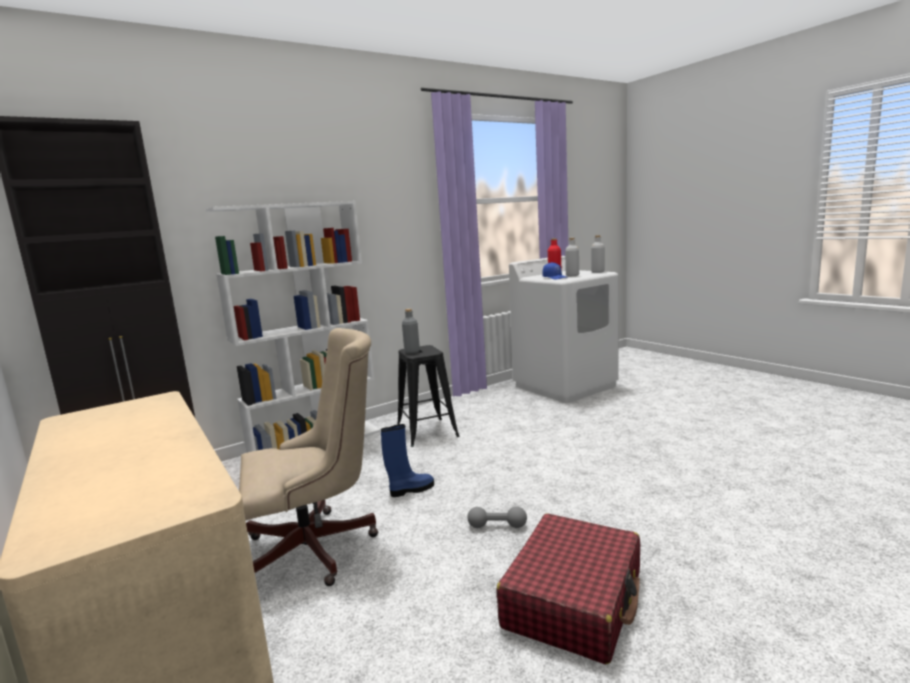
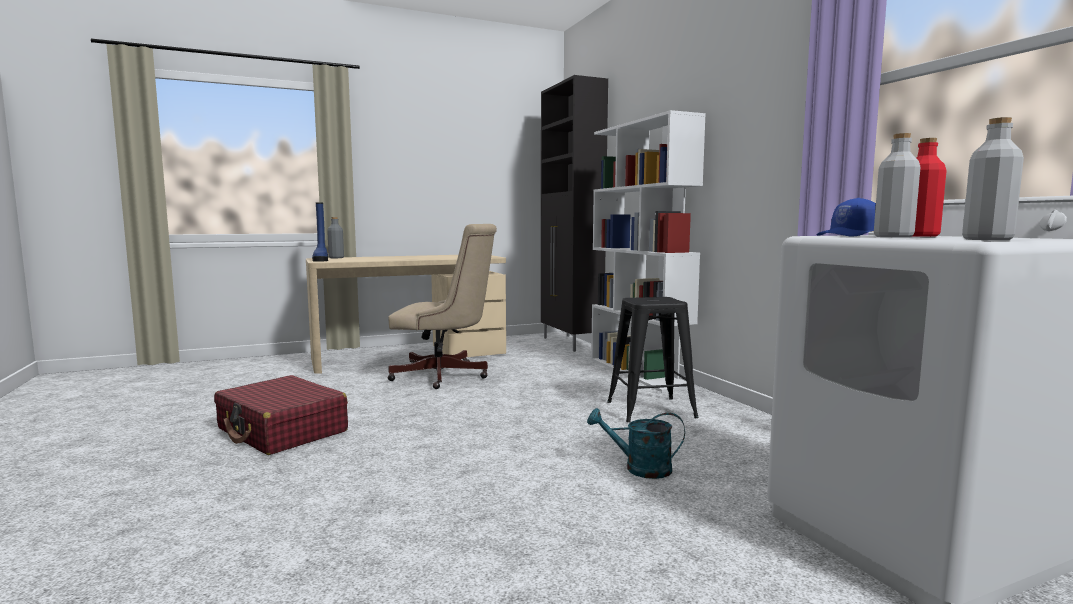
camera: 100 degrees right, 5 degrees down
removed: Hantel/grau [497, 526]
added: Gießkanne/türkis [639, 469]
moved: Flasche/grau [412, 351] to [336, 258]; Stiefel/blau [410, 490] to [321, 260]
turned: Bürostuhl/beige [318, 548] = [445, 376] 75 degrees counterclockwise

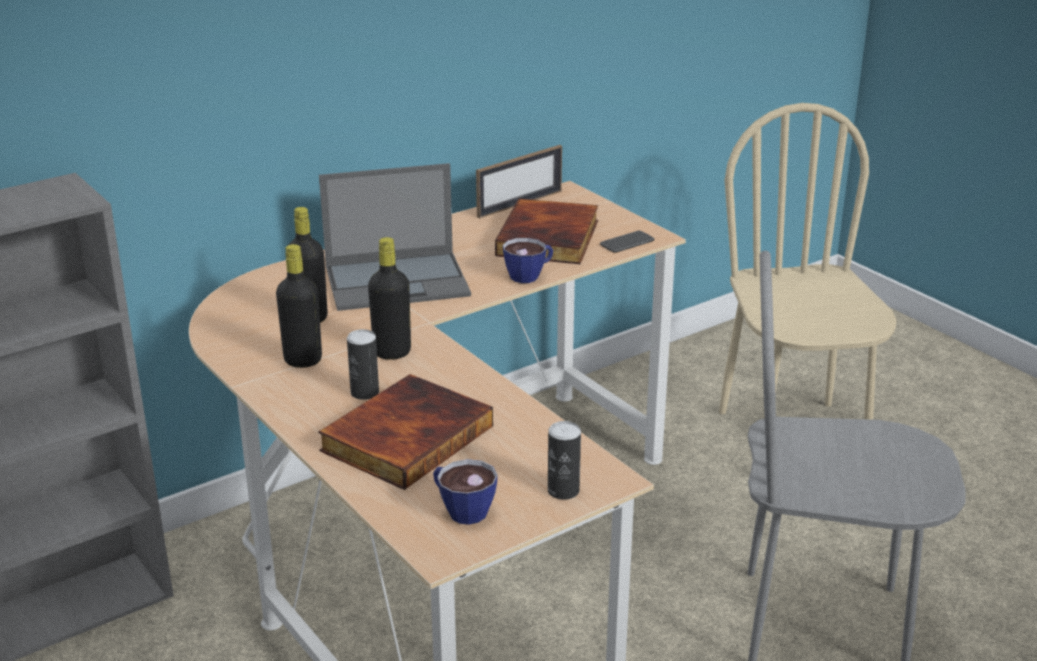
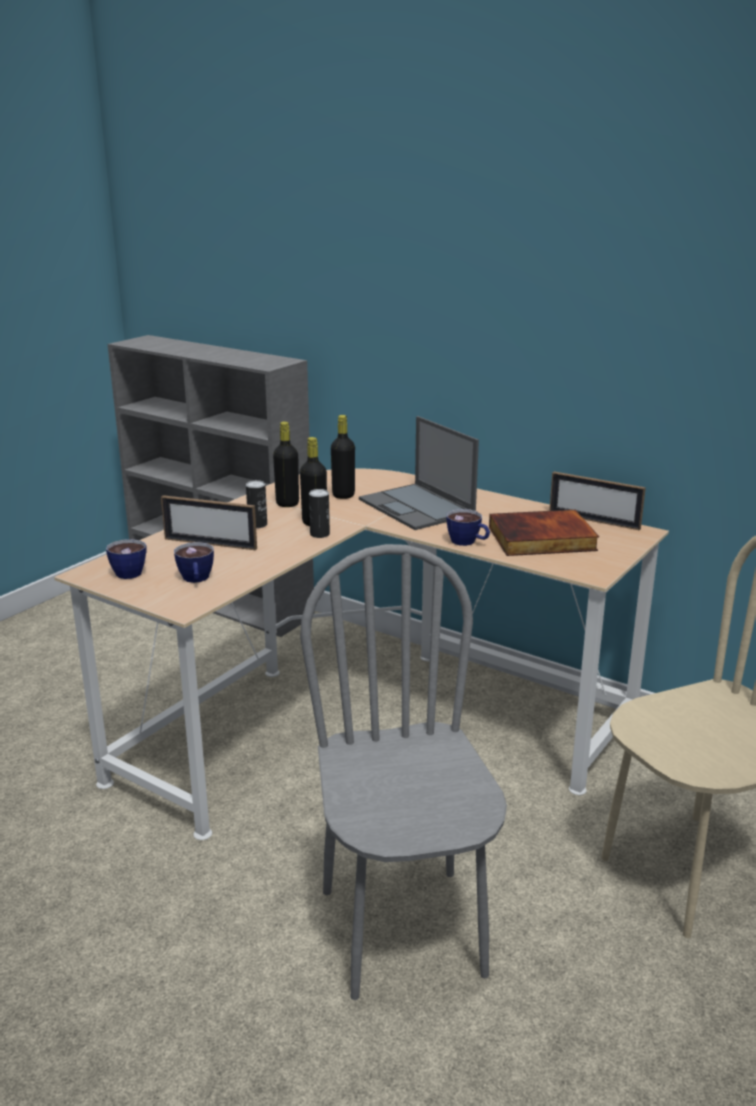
camera: 70 degrees right, 5 degrees down
removed: Handy [627, 243]
added: Tasse [196, 580]
moved: Dose [563, 491] to [319, 534]
replaced: Buch [406, 436] to Bilderrahmen [210, 544]

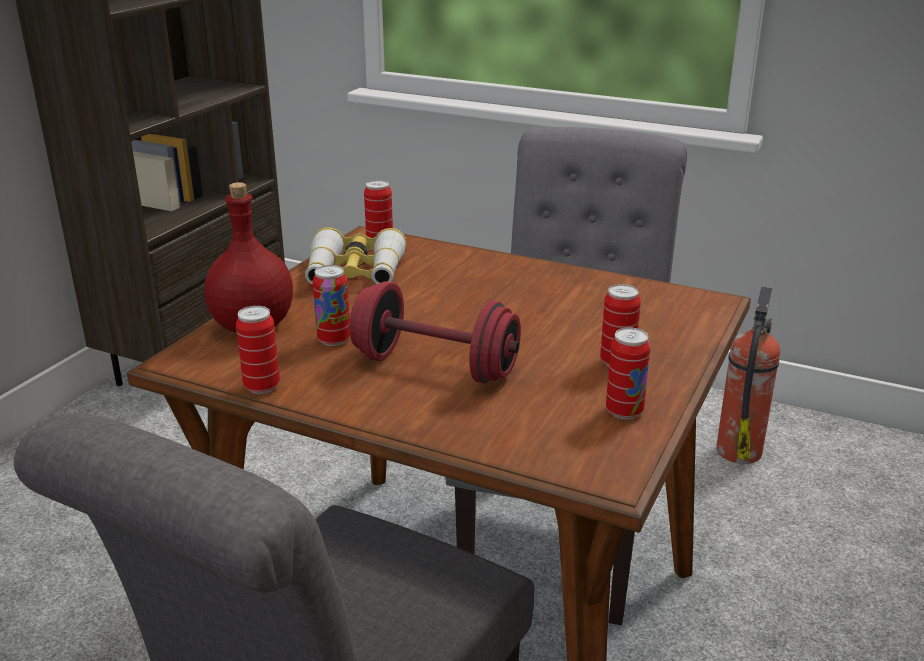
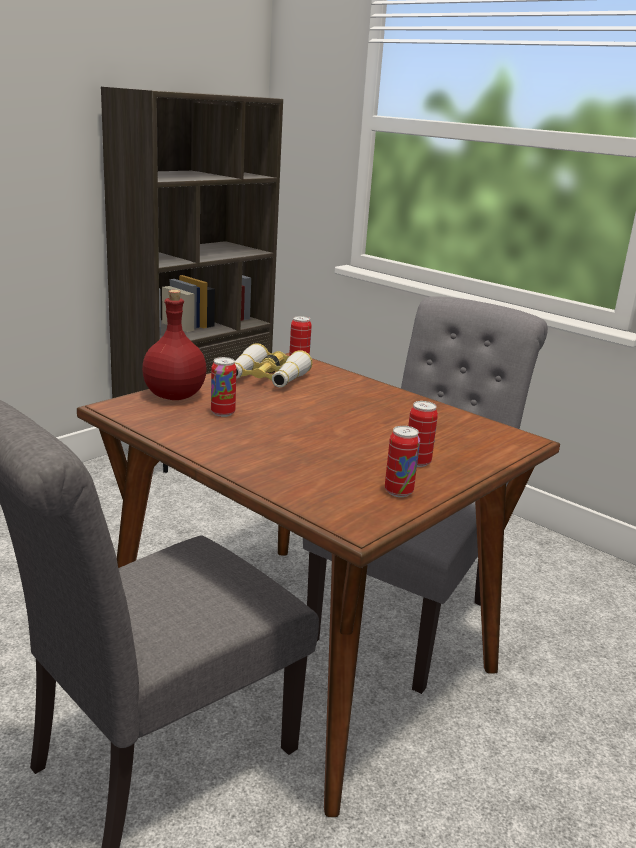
camera: 15 degrees right, 5 degrees down
removed: Hantel/rot [435, 366]; Feuerlöscher [739, 449]; Dose [262, 386]

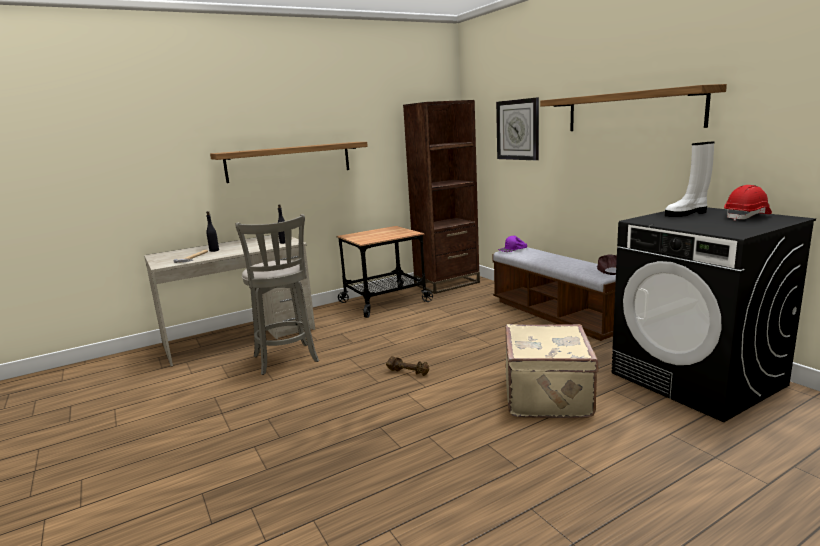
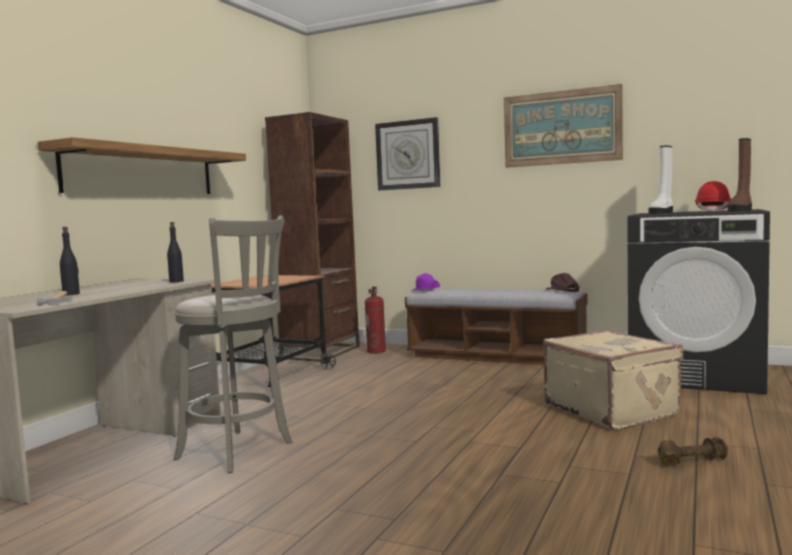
camera: 35 degrees left, 10 degrees down
added: Stiefel/braun [740, 210]; Feuerlöscher [376, 351]
moved: Hantel/braun [408, 372] to [692, 461]
replaced: Wandregal [631, 111] to Bild [561, 127]

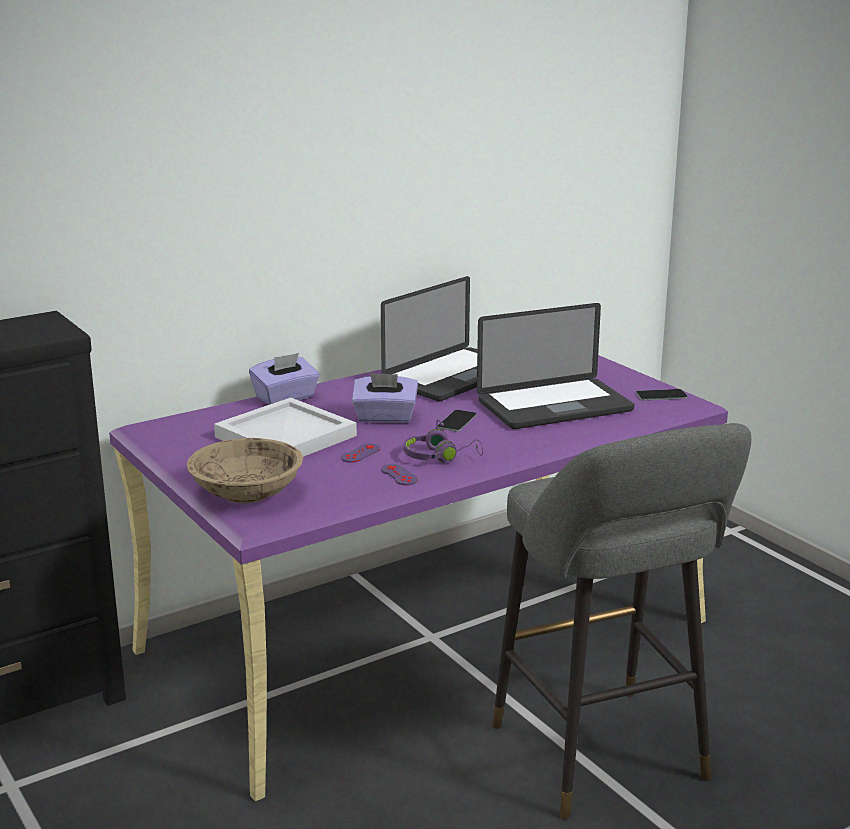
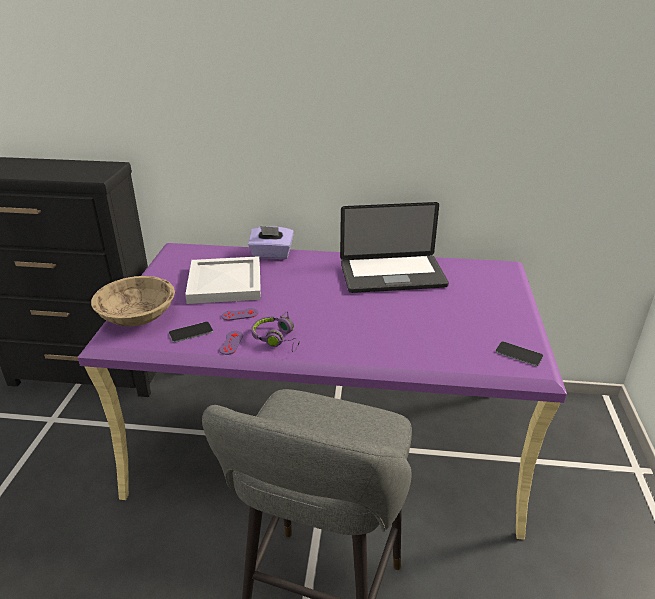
camera: 40 degrees right, 10 degrees up
removed: Laptop [554, 406]; Taschentuchbox/lila [385, 417]
moved: Handy [457, 421] to [191, 332]

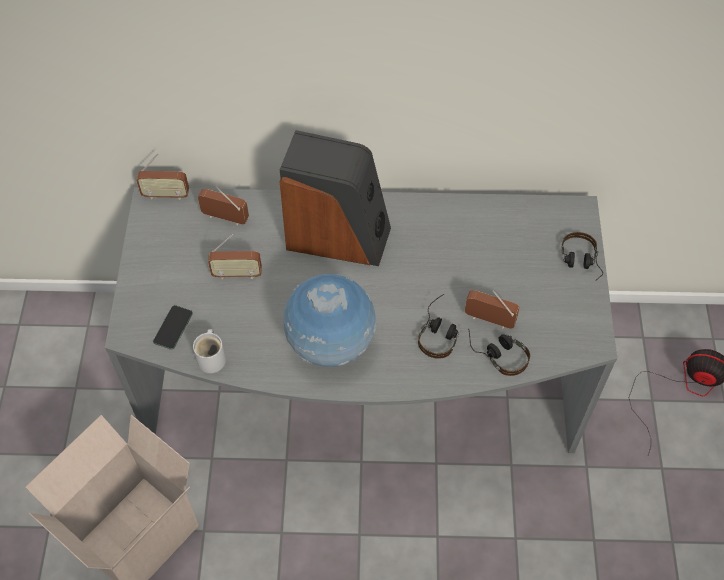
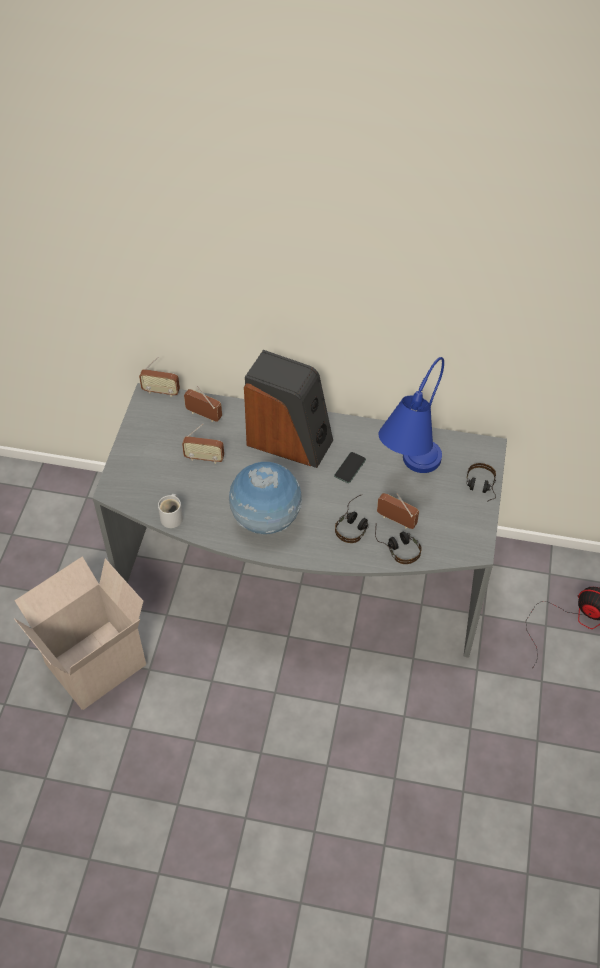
camera: 10 degrees right, 5 degrees down
added: Tischlampe/blau [408, 475]
moved: Handy [173, 327] to [350, 468]

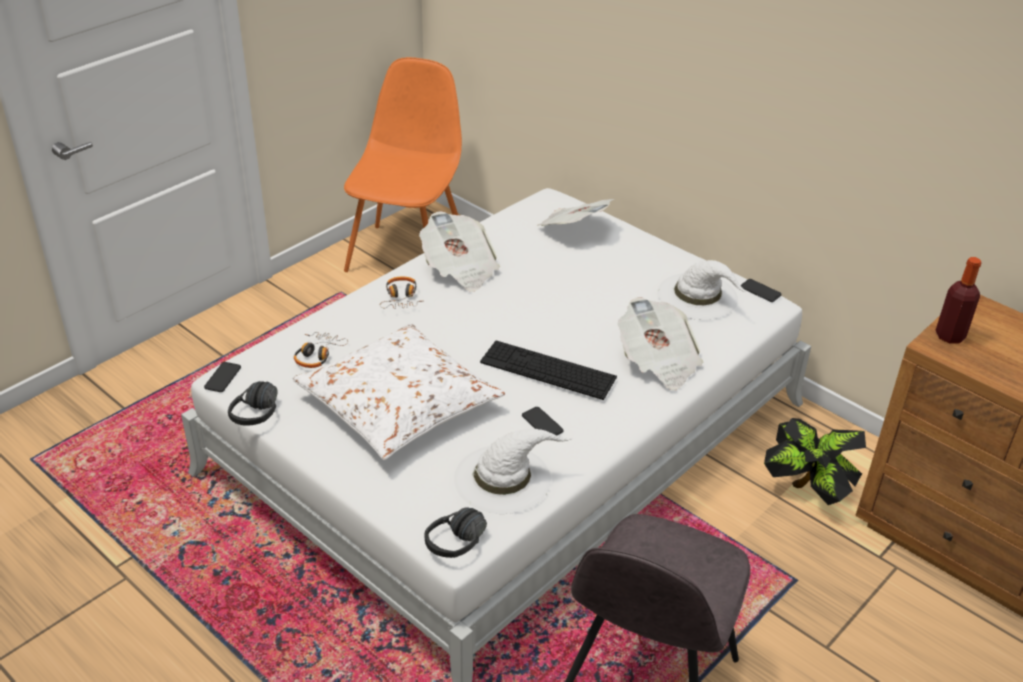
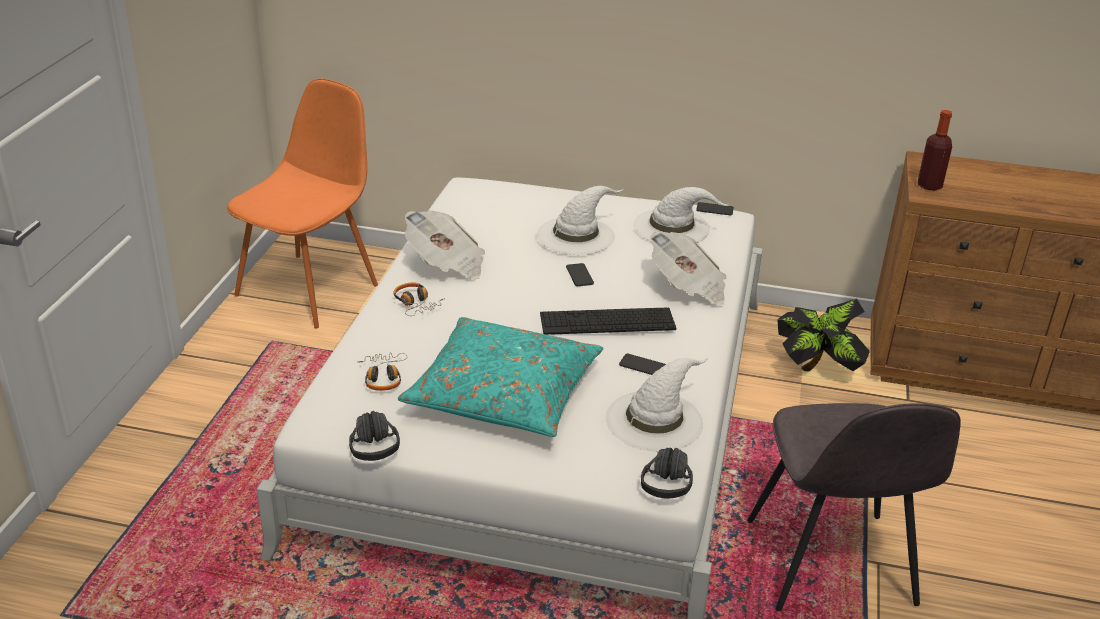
camera: 30 degrees left, 5 degrees down
removed: Zeitung [573, 229]
added: Hut/weiß [576, 235]
moved: Handy [222, 377] to [579, 275]
recoloured: Kissen/weiß [399, 404] to Kissen/türkis [504, 393]
turned: Stuhl/orange [407, 254] = [310, 289] 45 degrees clockwise

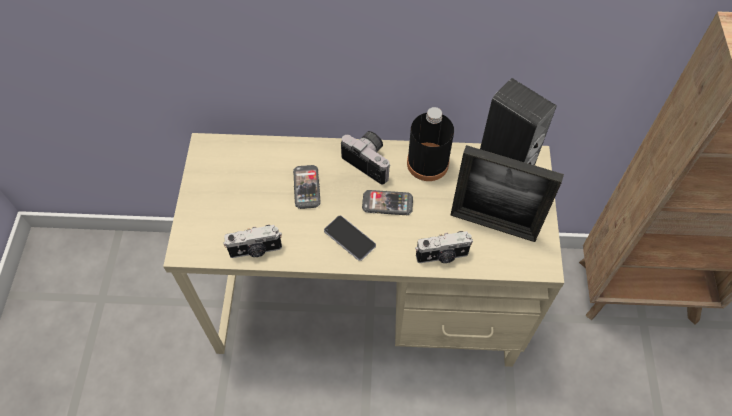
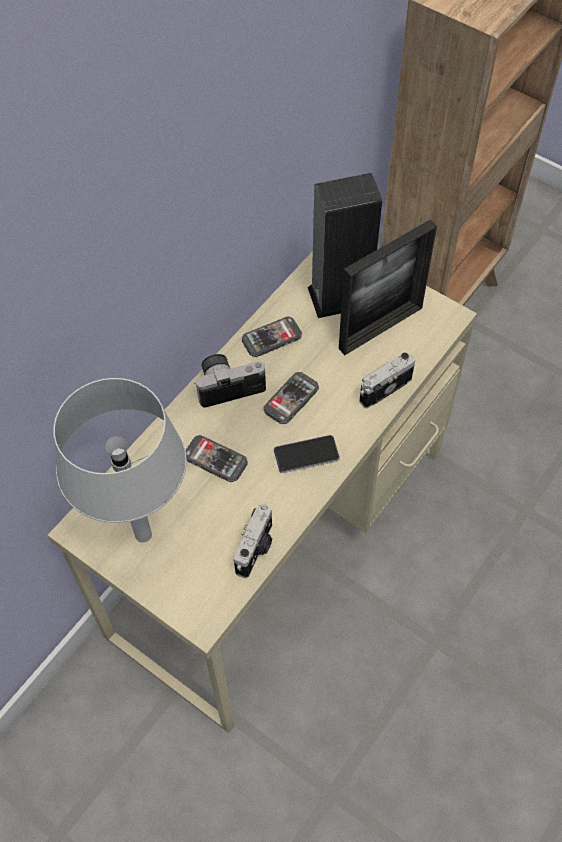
camera: 55 degrees left, 0 degrees up
added: Tischlampe/grau [143, 533]
replaced: Flasche/schwarz [427, 163] to Handy [271, 338]
turned: Kamera [442, 256] = [384, 388] 150 degrees counterclockwise

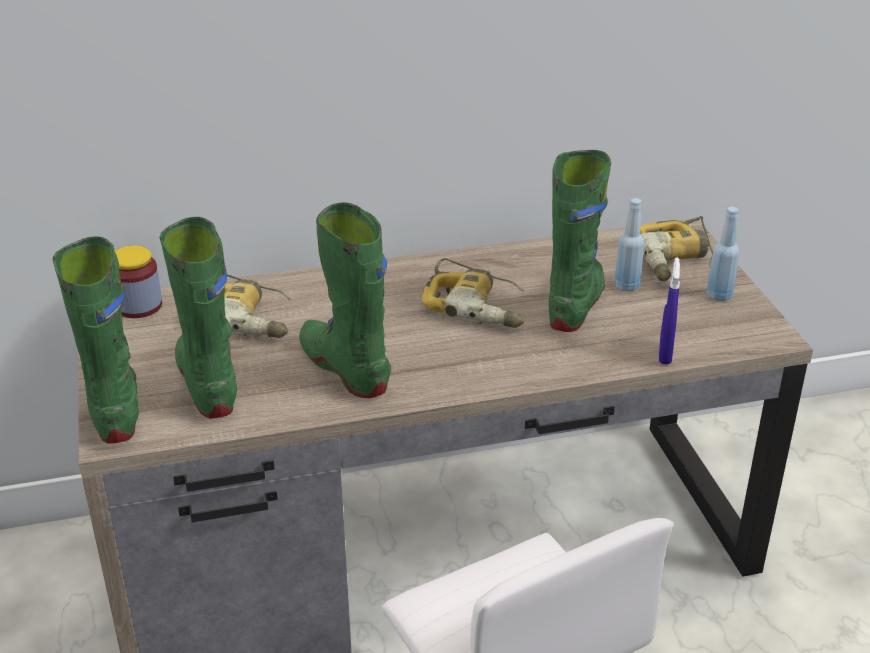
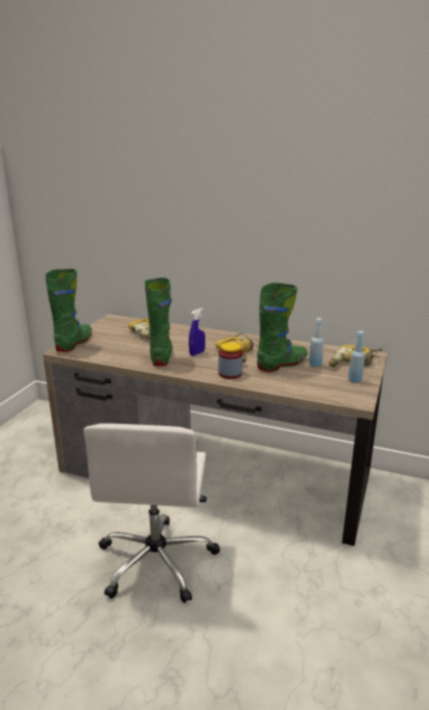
camera: 35 degrees right, 10 degrees down
removed: Stiefel/grün [207, 384]
moved: Vorratsglas [138, 306] to [230, 373]; Sprühflasche/blau [665, 354] to [197, 353]

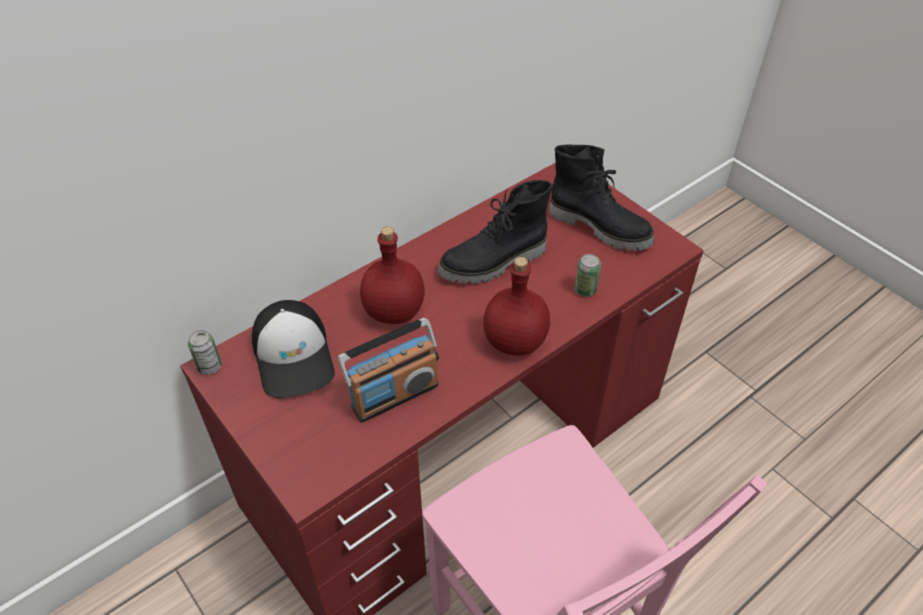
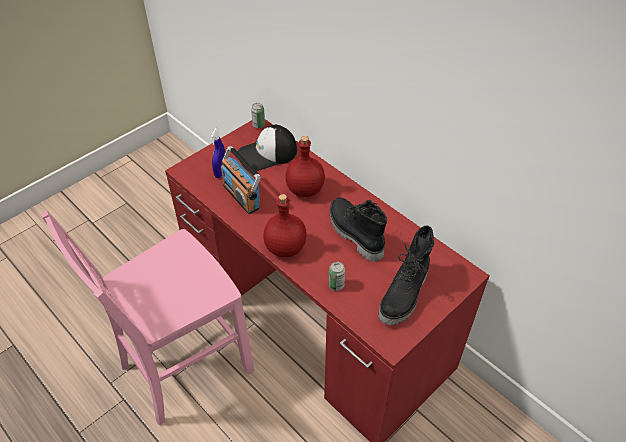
camera: 85 degrees right, 0 degrees up
added: Sprühflasche/blau [220, 172]

